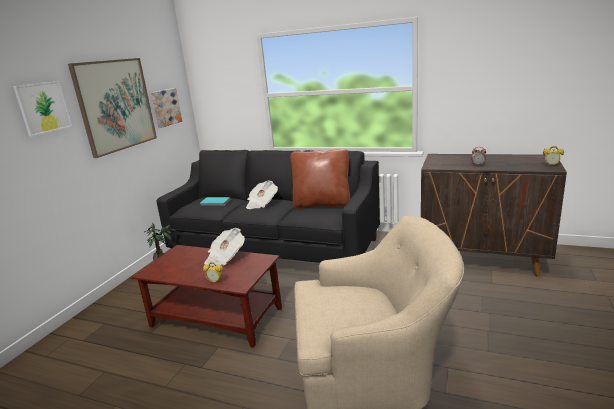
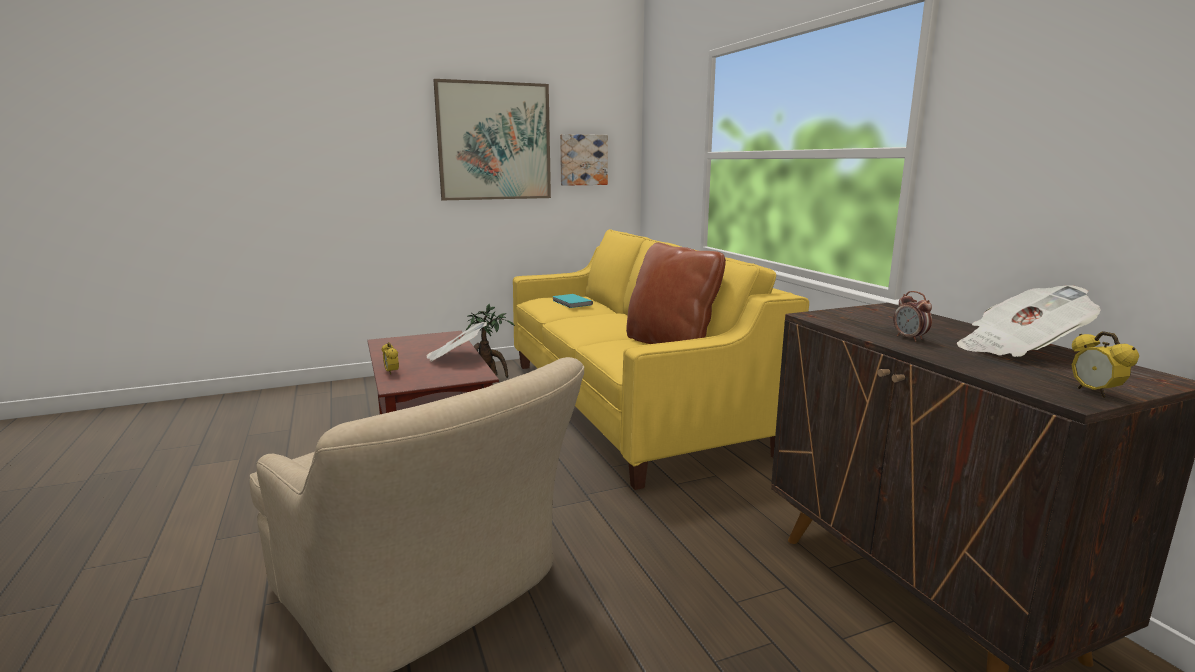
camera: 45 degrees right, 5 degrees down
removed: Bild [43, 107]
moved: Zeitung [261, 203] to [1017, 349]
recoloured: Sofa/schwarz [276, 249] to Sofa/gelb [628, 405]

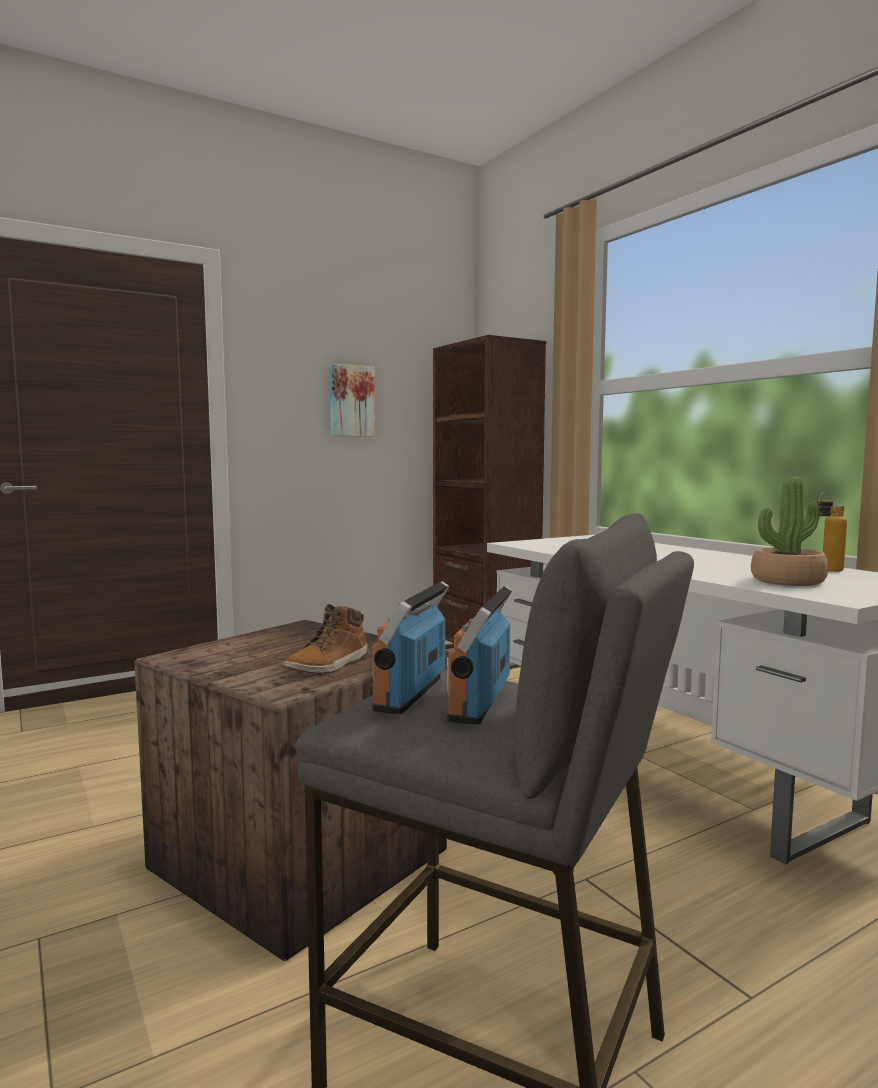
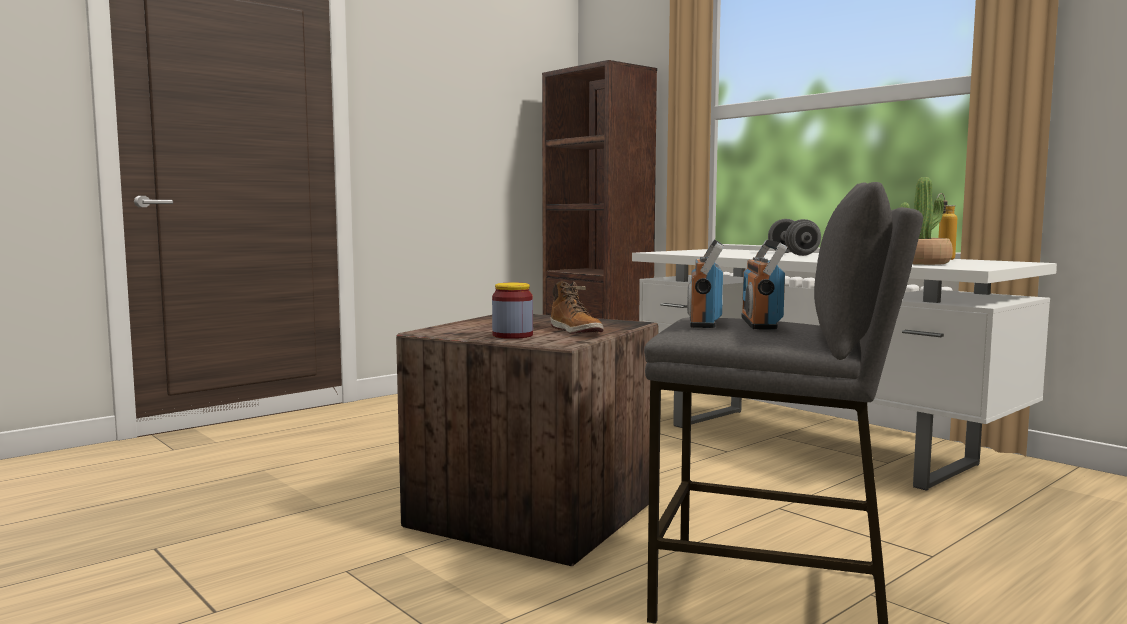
camera: 10 degrees left, 0 degrees up
removed: Bild [351, 401]
added: Hantel/grau [793, 254]; Vorratsglas [512, 335]
turned: Stiefel [329, 665] = [576, 331] 45 degrees counterclockwise

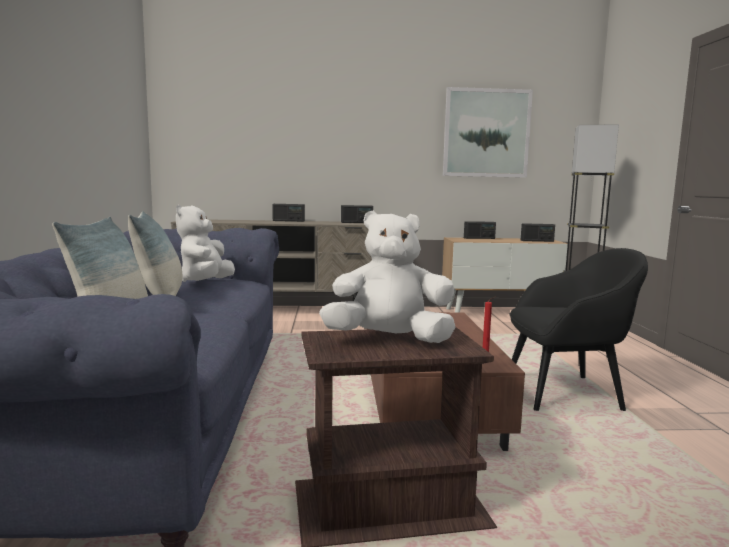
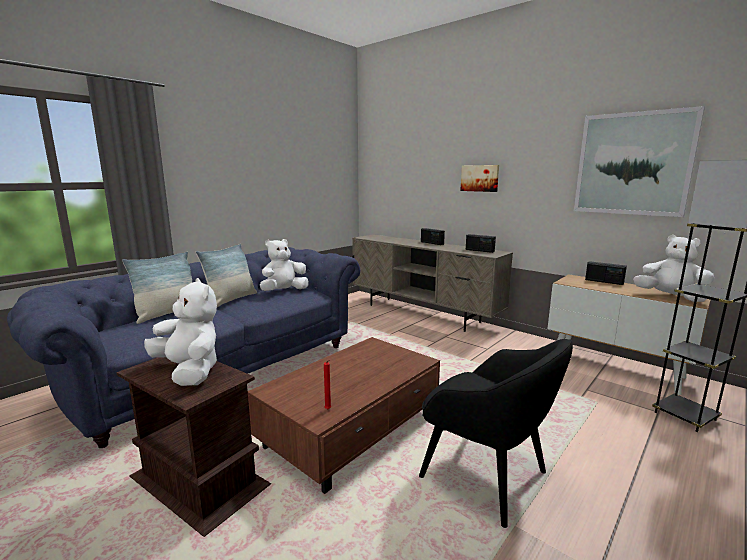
camera: 45 degrees right, 5 degrees up
added: Bild [480, 178]
replaced: Radio [537, 241] to Plüschtier/weiß [670, 297]

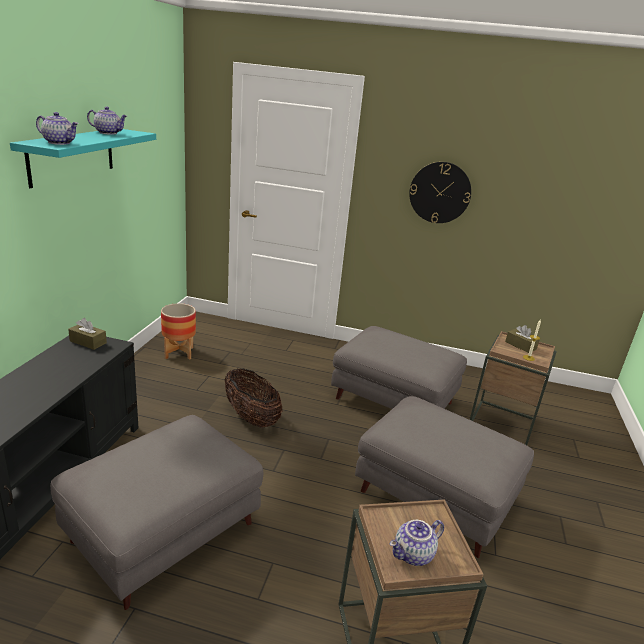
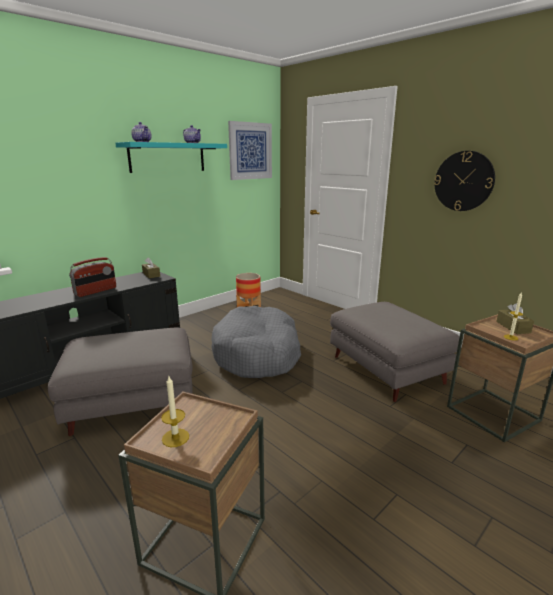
camera: 35 degrees right, 5 degrees down
removed: Polsterhocker/grau [435, 498]
added: Bild [250, 151]; Radio [96, 291]
replaced: Korb [251, 417] to Hundebett/grau [257, 354]; Teekanne [413, 555] to Kerze [175, 438]

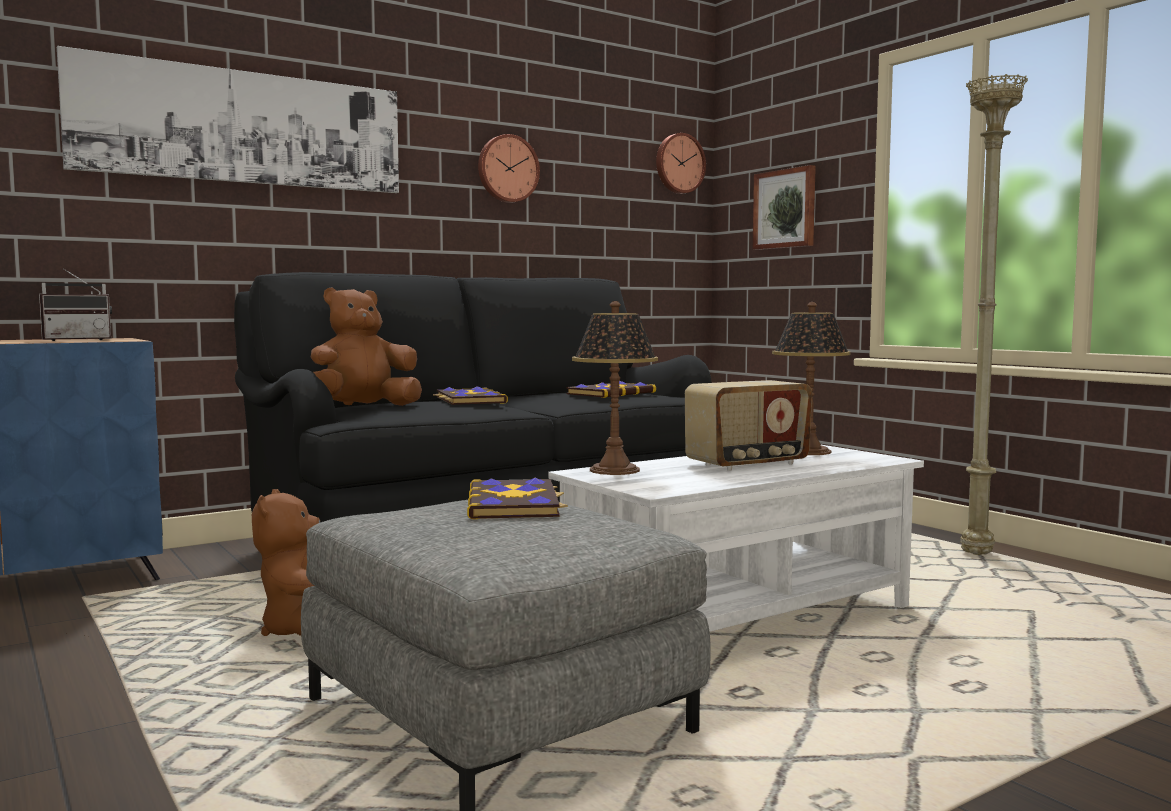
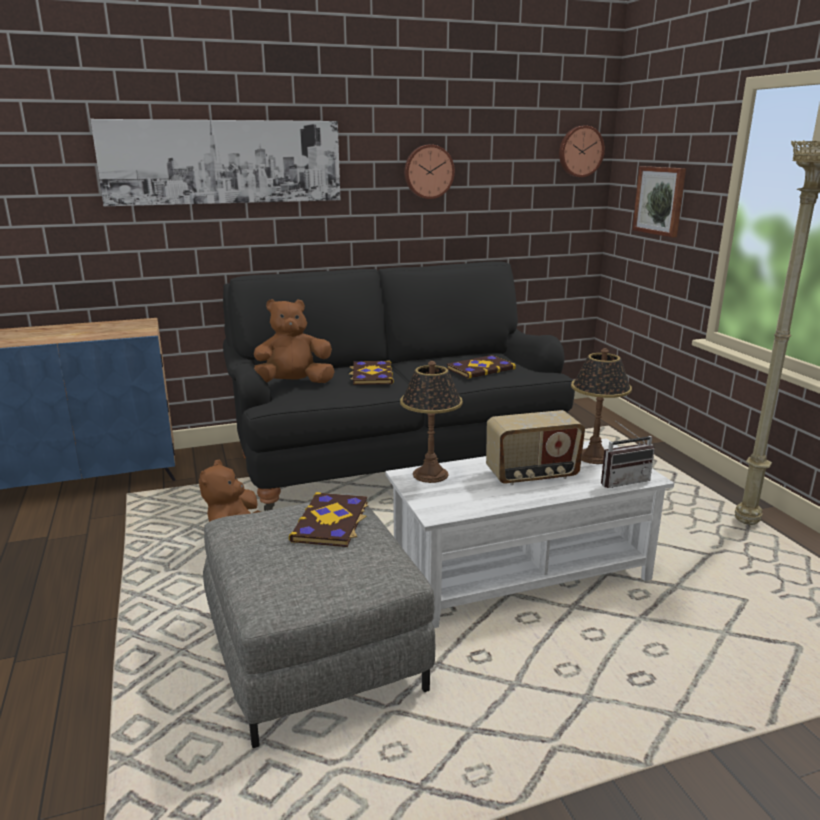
camera: 15 degrees right, 15 degrees up
moved: Radio [77, 340] to [622, 480]

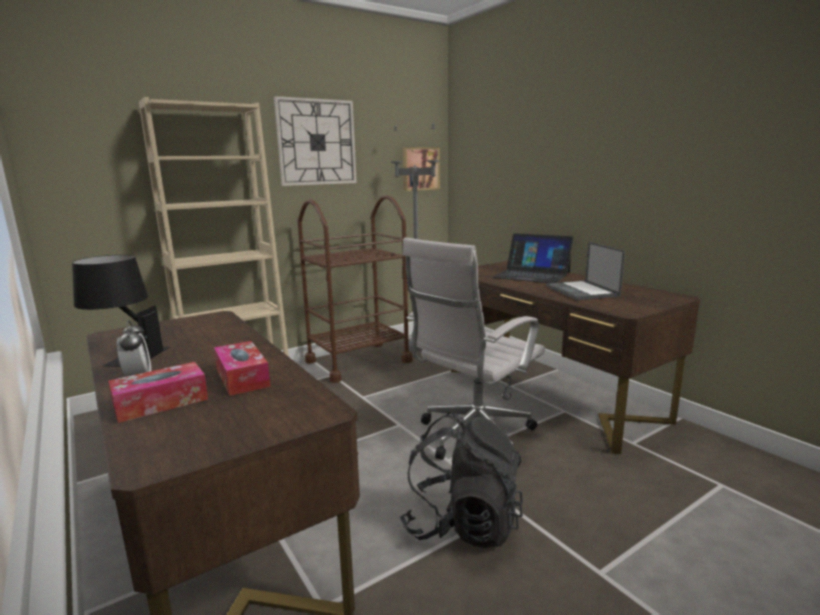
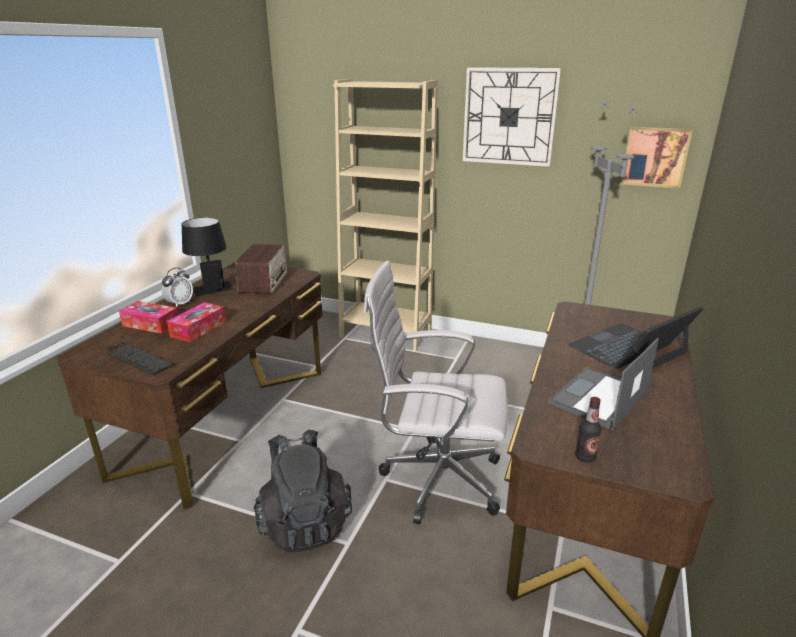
camera: 55 degrees right, 10 degrees up
removed: Rollwagen/braun [358, 361]
added: Radio [264, 282]; Tastatur [136, 356]; Flasche [585, 457]
turned: Laptop [532, 275] = [628, 349] 60 degrees clockwise

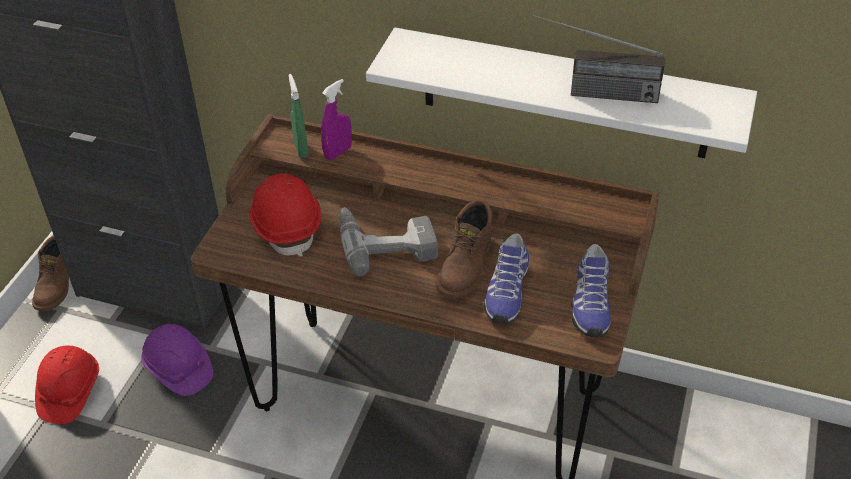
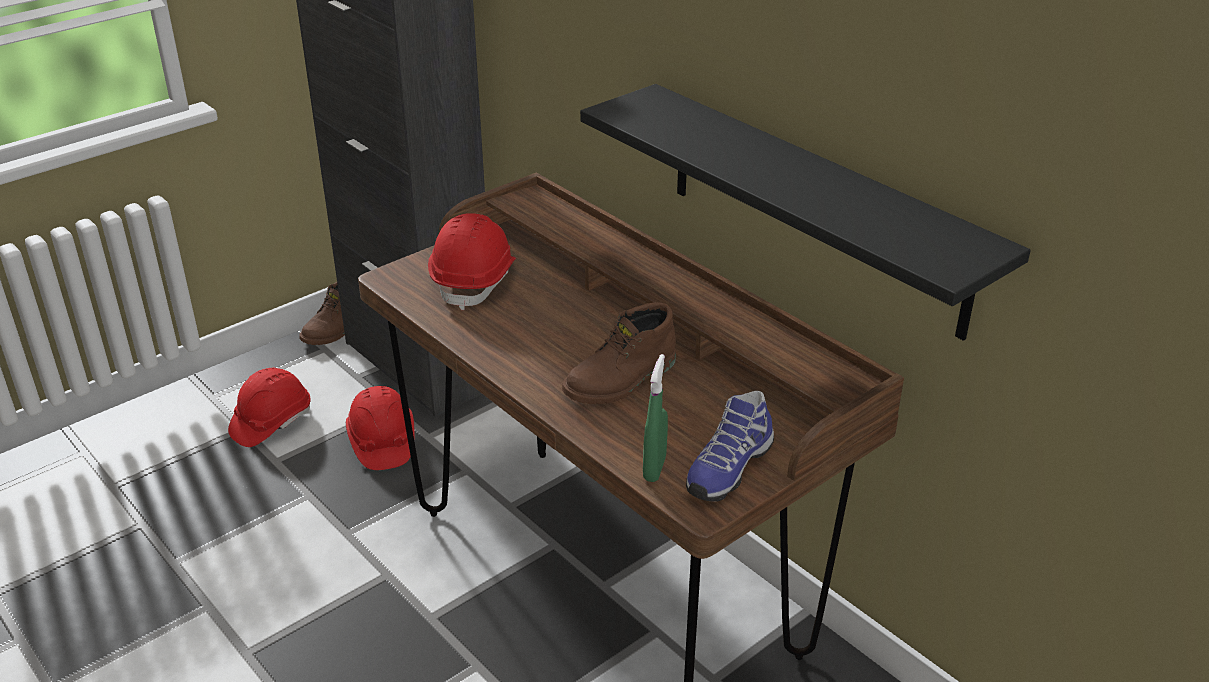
camera: 30 degrees right, 10 degrees down
removed: Radio [590, 92]; Sprühflasche/lila [338, 152]; Bohrmaschine [386, 242]; Schuh [505, 293]
moved: Sprühflasche/grün [301, 149] to [654, 468]
recoloured: Wandregal/weiß [564, 94] to Wandregal/schwarz [814, 208]; Schutzhelm/lila [178, 369] to Schutzhelm/rot [382, 442]

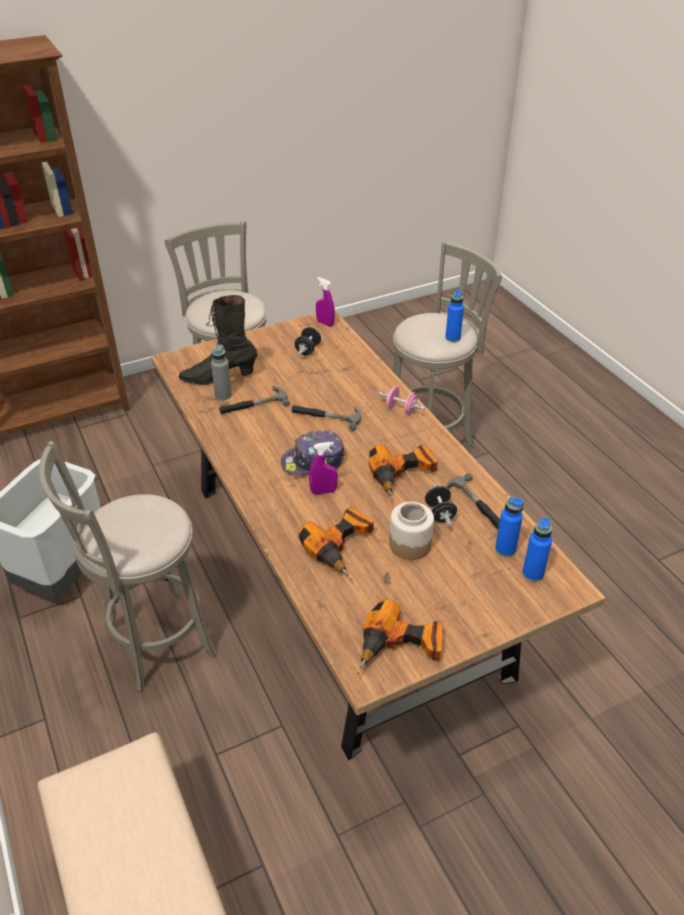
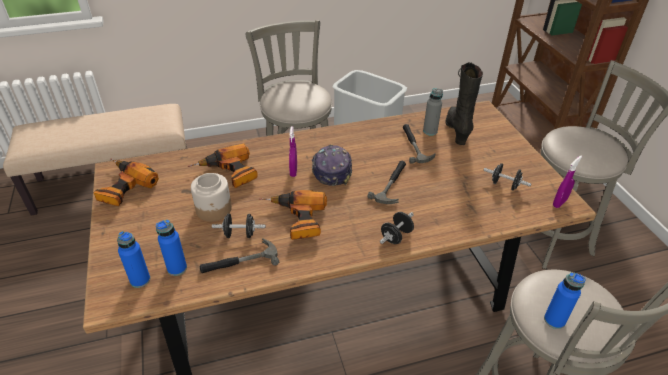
camera: 100 degrees right, 0 degrees up
recoloured: Hantel/rosa [401, 409] to Hantel/schwarz [396, 236]

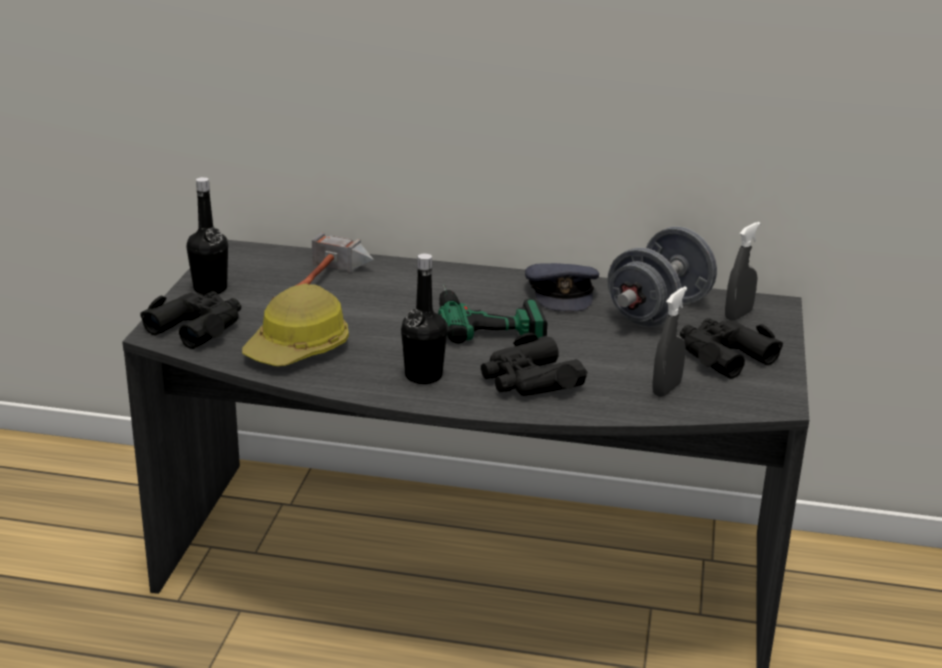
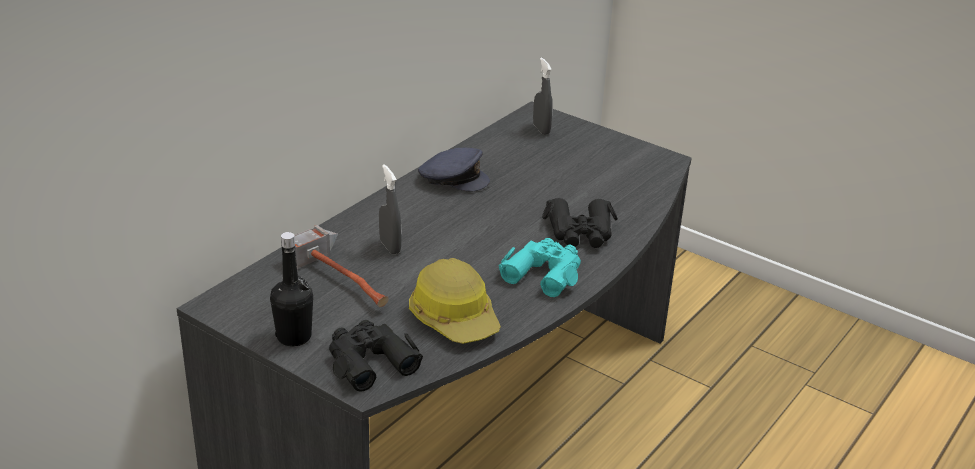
camera: 65 degrees left, 5 degrees up
removed: Hantel/grau [658, 312]; Bohrmaschine [486, 318]; Fernglas/schwarz [723, 355]
moved: Sprühflasche/grau [666, 389] to [390, 247]
replaced: Flasche/schwarz [423, 376] to Fernglas/türkis [544, 273]

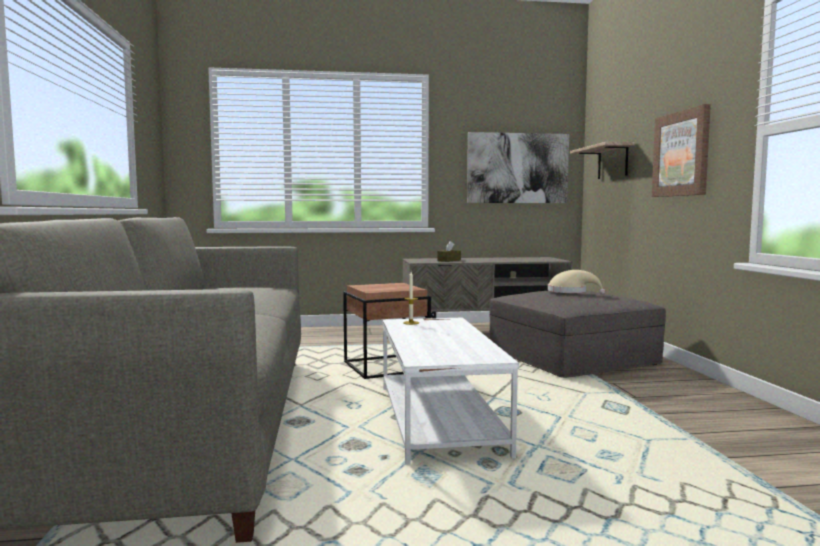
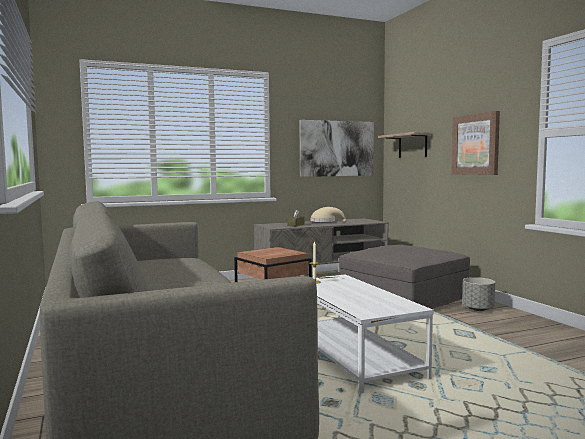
camera: 15 degrees left, 0 degrees up
added: Pflanzkübel/grau [478, 309]
moved: Hut/beige [570, 292] to [325, 222]

